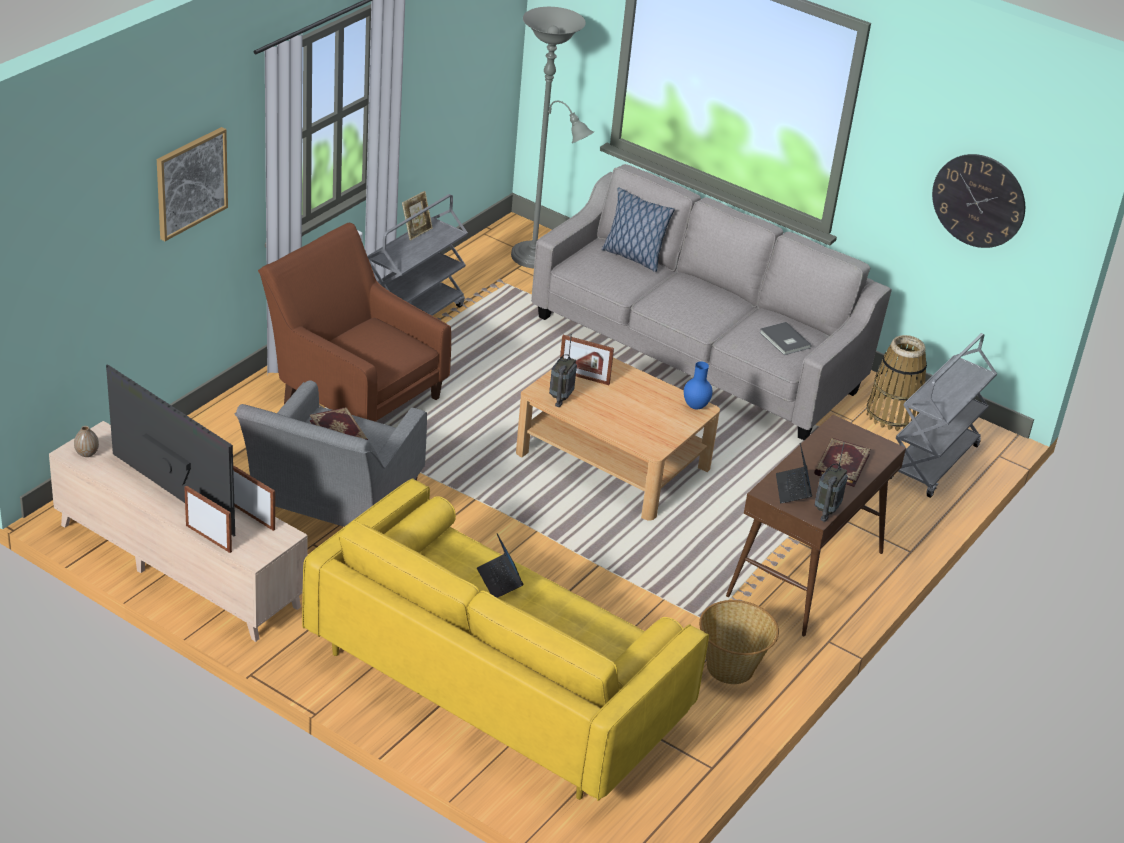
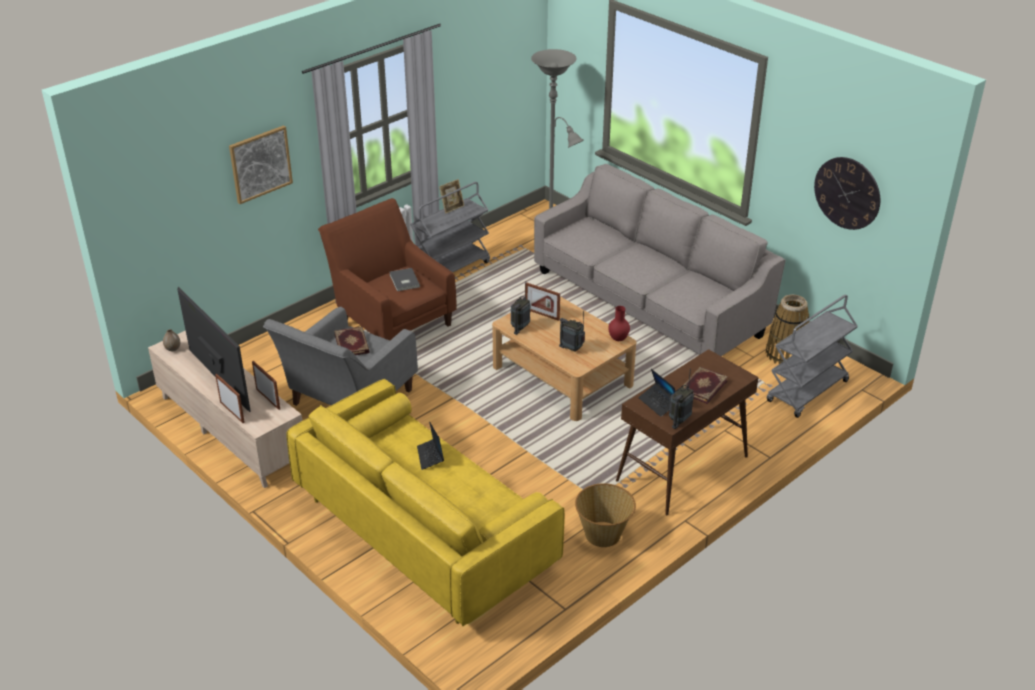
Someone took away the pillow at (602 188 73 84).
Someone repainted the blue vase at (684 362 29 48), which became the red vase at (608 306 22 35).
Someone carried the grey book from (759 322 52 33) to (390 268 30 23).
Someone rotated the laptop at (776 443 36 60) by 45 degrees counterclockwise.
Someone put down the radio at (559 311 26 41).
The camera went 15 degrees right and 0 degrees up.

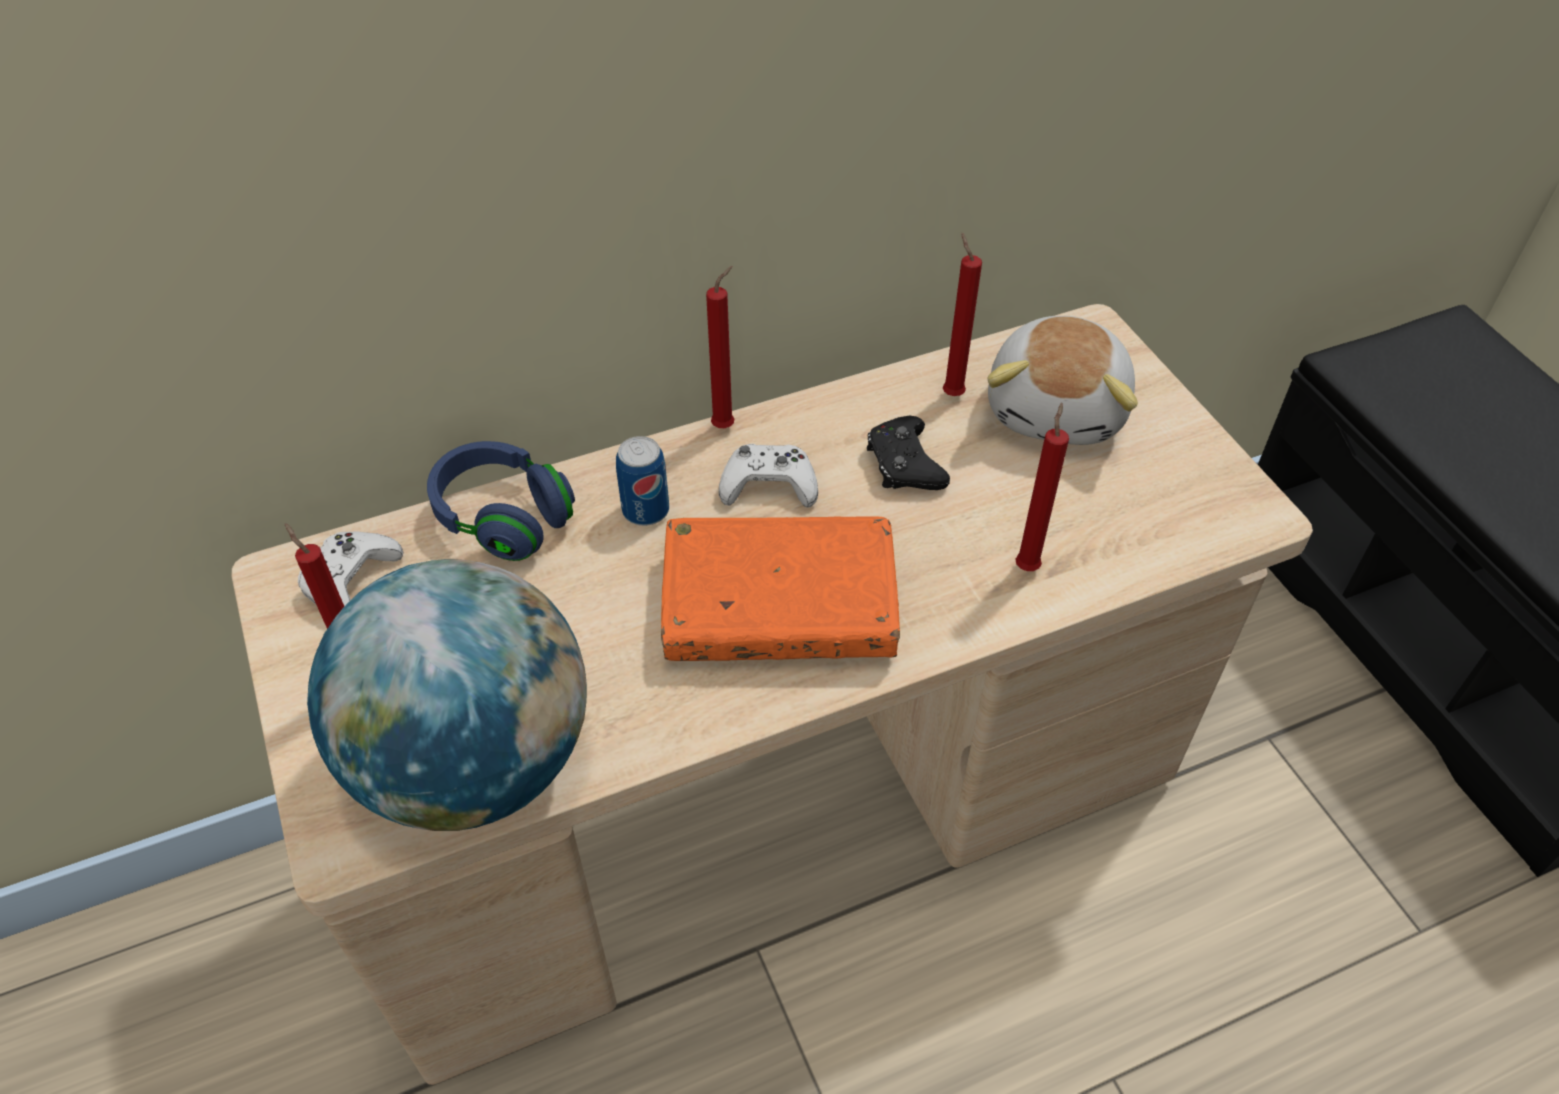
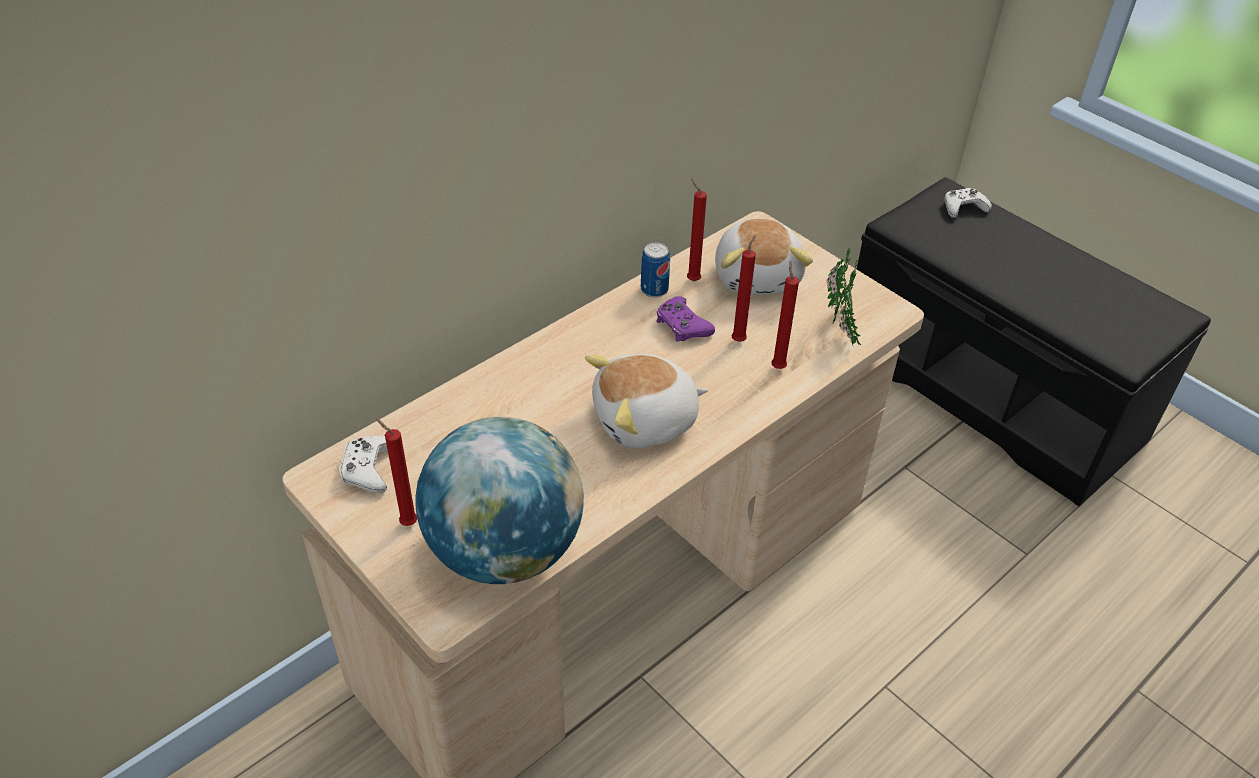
Someone took away the blue headphones at (427 441 148 120).
Someone carried the can from (616 436 53 90) to (641 243 29 54).
Someone swapped the orange book at (661 516 239 145) for the plush toy at (585 354 123 94).
Someone carried the red candle from (706 266 28 162) to (731 235 25 107).
Someone carried the white game controller from (719 444 99 63) to (945 188 47 30).
Someone repainted the black game controller at (867 415 83 75), which became the purple game controller at (656 296 59 46).
Someone put down the potted plant at (826 249 35 98).
The camera went 20 degrees left and 5 degrees down.

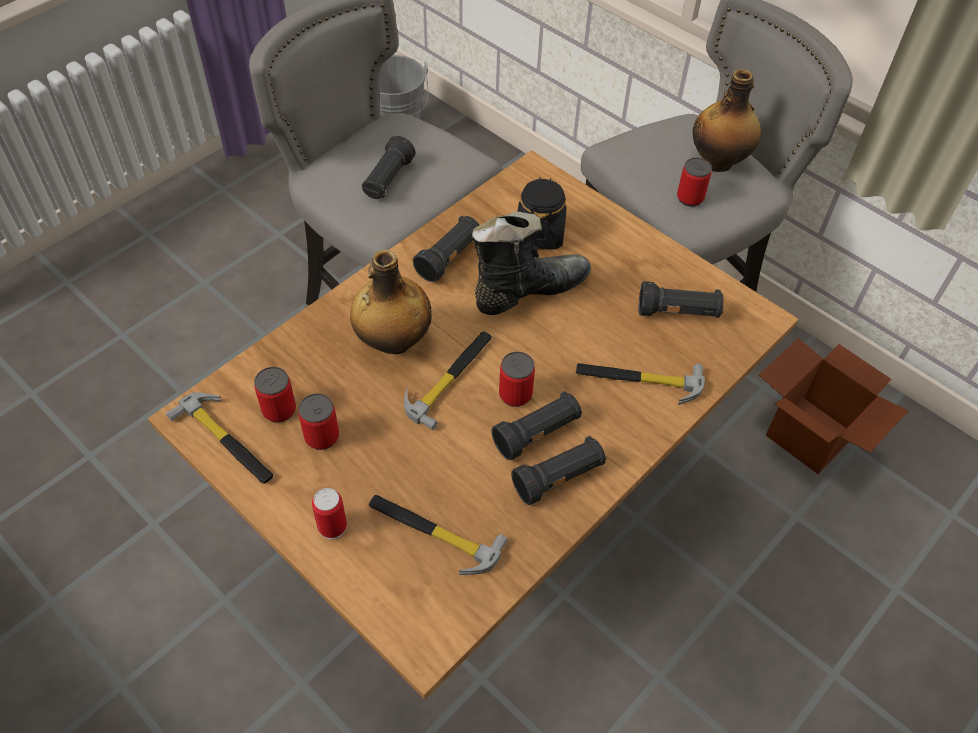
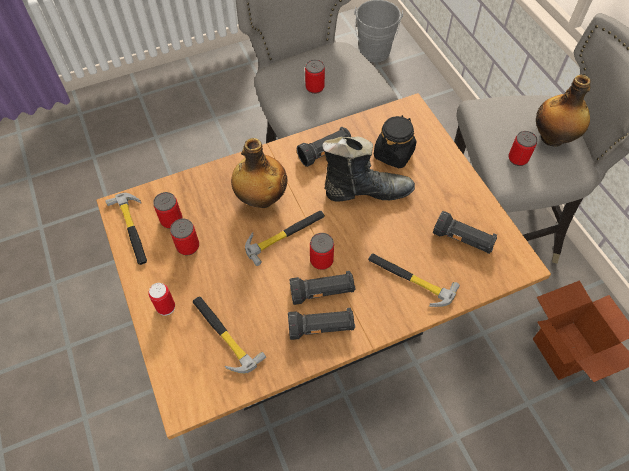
Someone swapped the black flashlight at (362 136 53 63) for the can at (305 60 20 34).
The camera went 25 degrees right and 5 degrees up.

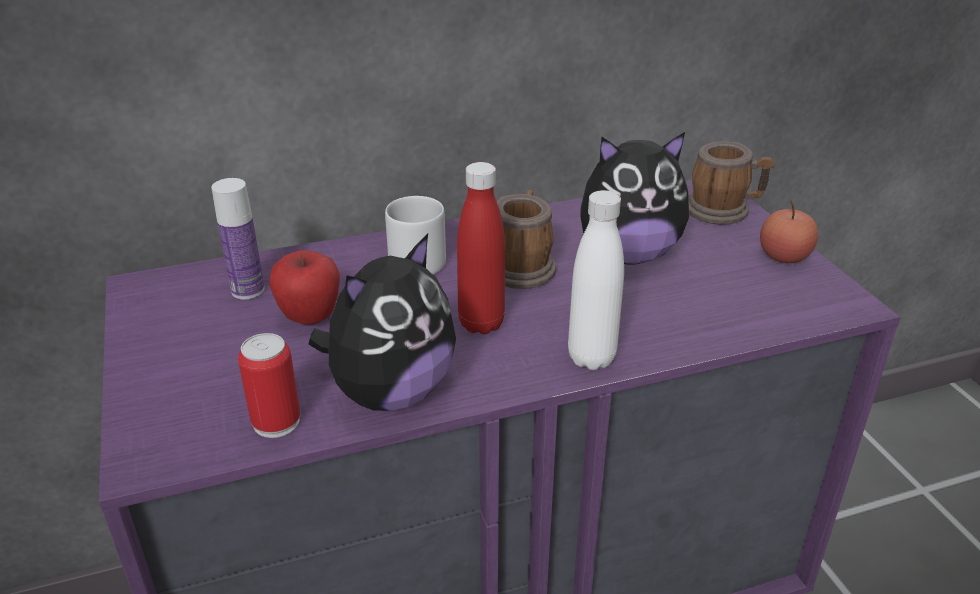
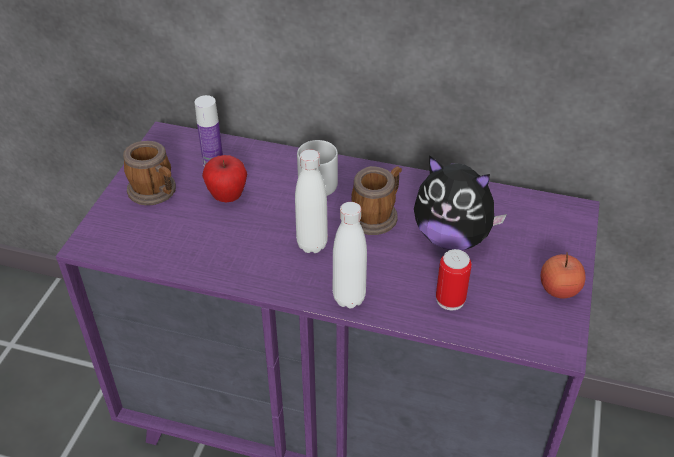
Someone carried the can from (238 333 62 105) to (436 249 36 61).
Someone took away the plush toy at (309 234 147 177).
Someone repainted the red bottle at (457 162 48 172), which became the white bottle at (295 149 33 104).
Someone carried the mug from (688 142 87 83) to (123 141 53 64).
The camera went 35 degrees right and 10 degrees up.

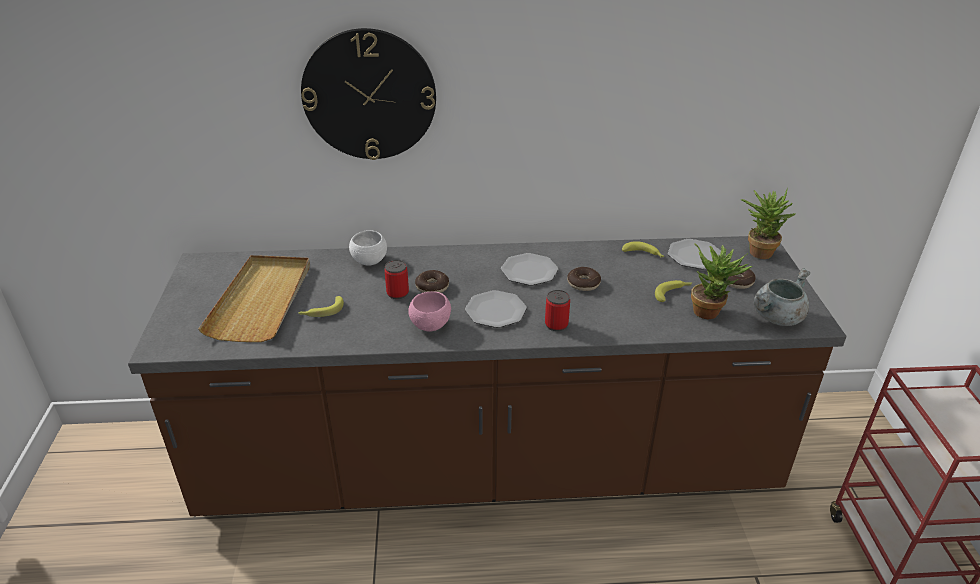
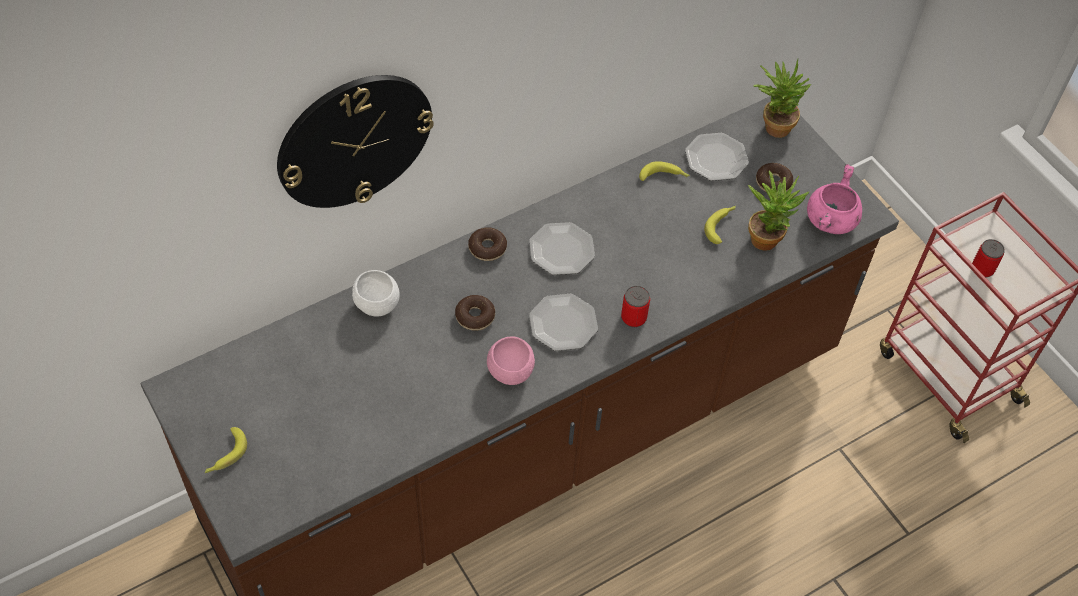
Someone took away the beige tray at (198 255 112 87).
Someone carried the banana from (298 296 46 21) to (205 427 42 46).
Someone carried the can from (384 260 25 39) to (972 239 33 39).
Someone carried the donut from (567 267 34 24) to (468 227 39 34).
Someone repainted the grey cooking pot at (754 268 56 58), which became the pink cooking pot at (807 164 55 70).
The camera went 30 degrees left and 20 degrees up.

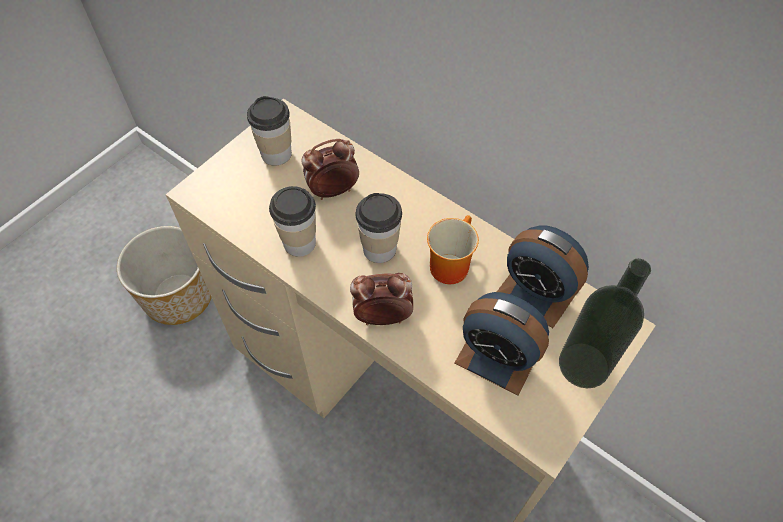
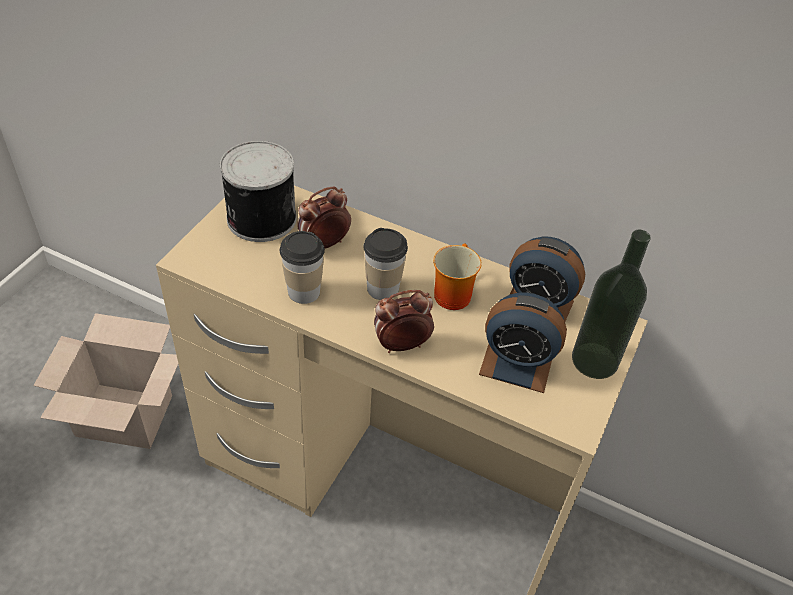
Someone swapped the planter at (117 226 95 99) for the cardboard box at (33 313 145 136).
Someone swapped the cup at (247 96 45 70) for the can at (220 141 77 101).
The camera went 15 degrees left and 10 degrees down.

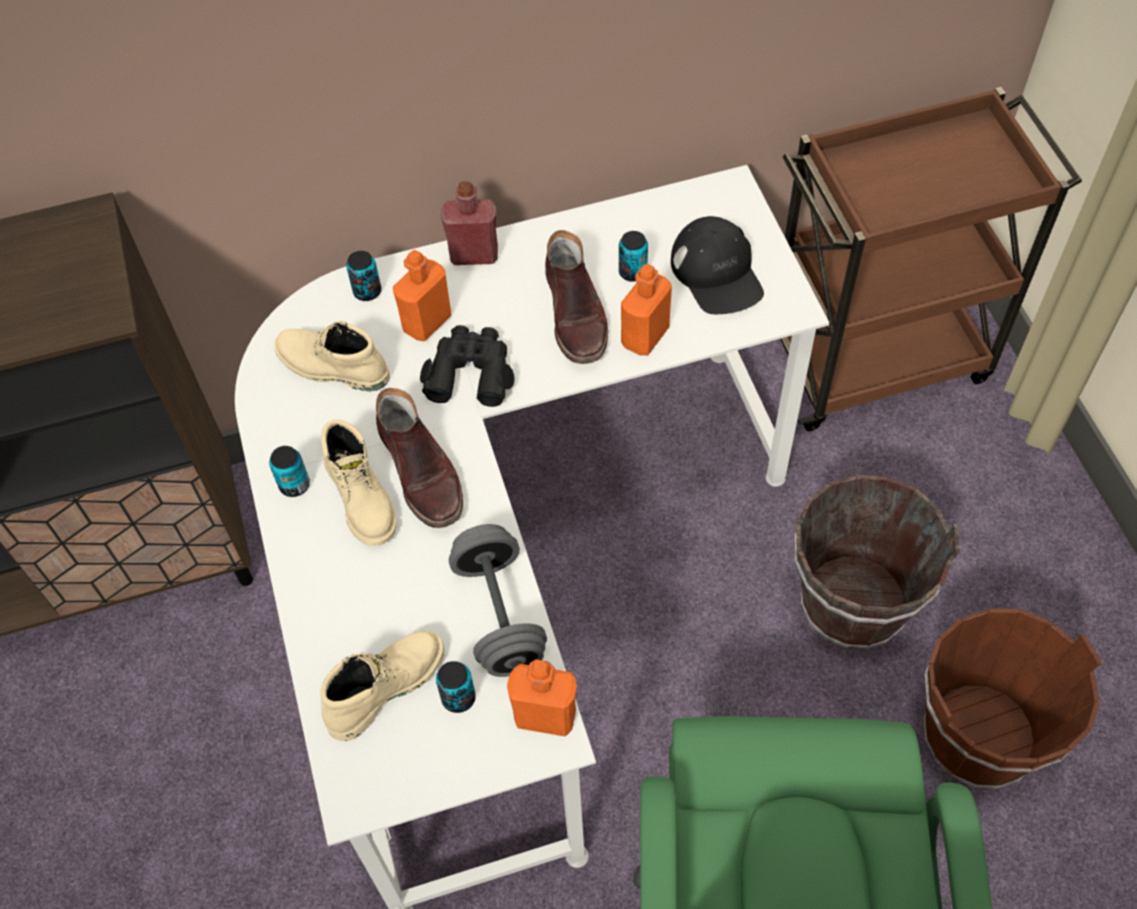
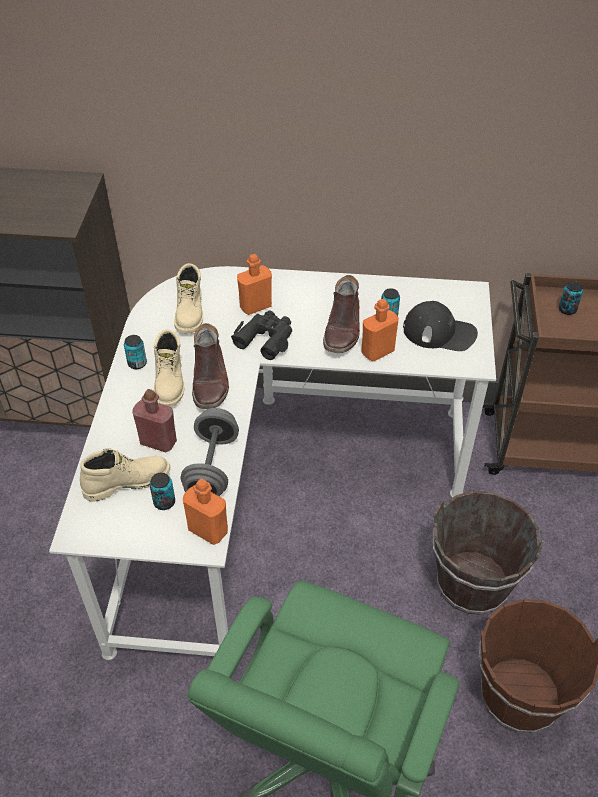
Someone rotated the beige boot at (274 321 116 70) by 135 degrees counterclockwise.
Someone carried the can from (346 251 35 50) to (559 281 24 34).
Someone carried the red bottle from (441 181 57 84) to (132 389 45 64).
Someone rotated the black cap at (671 216 93 98) by 75 degrees counterclockwise.
The camera went 20 degrees right and 10 degrees down.

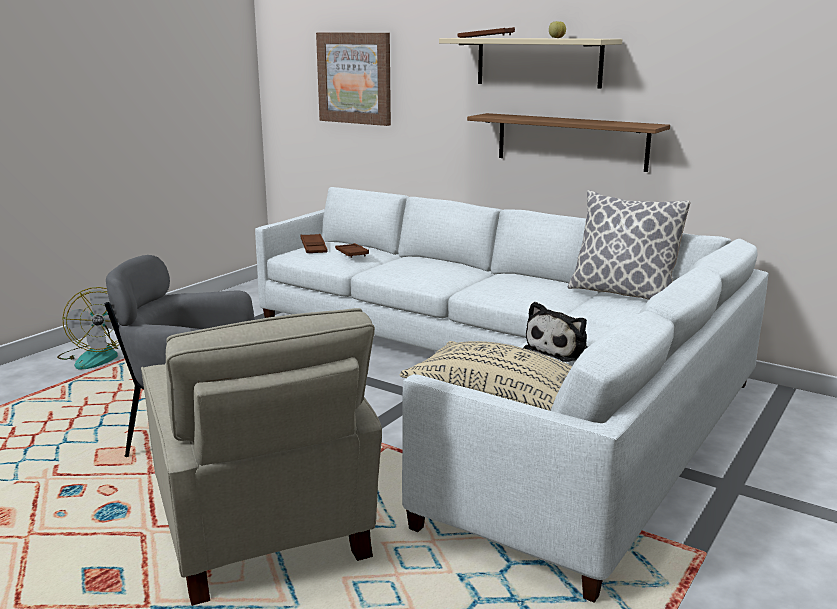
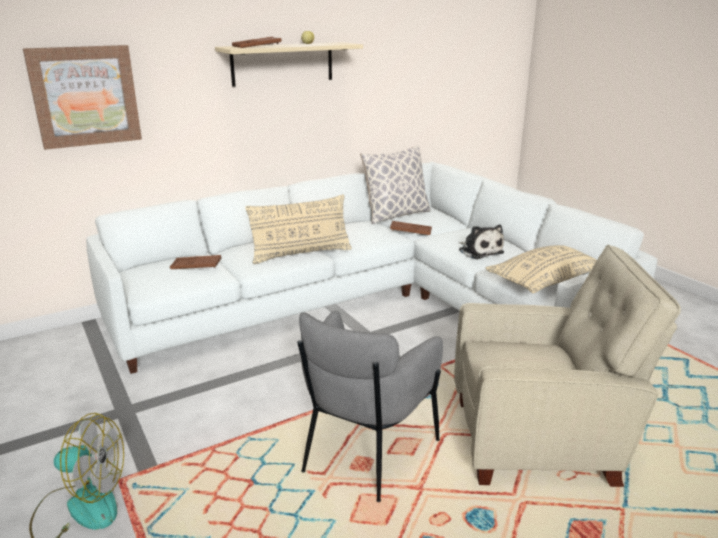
Someone carried the brown tray from (300 234 28 19) to (390 221 42 14).
Someone took away the shelf at (467 113 203 59).
Someone put down the beige pillow at (245 195 107 69).
The camera went 65 degrees left and 5 degrees up.

